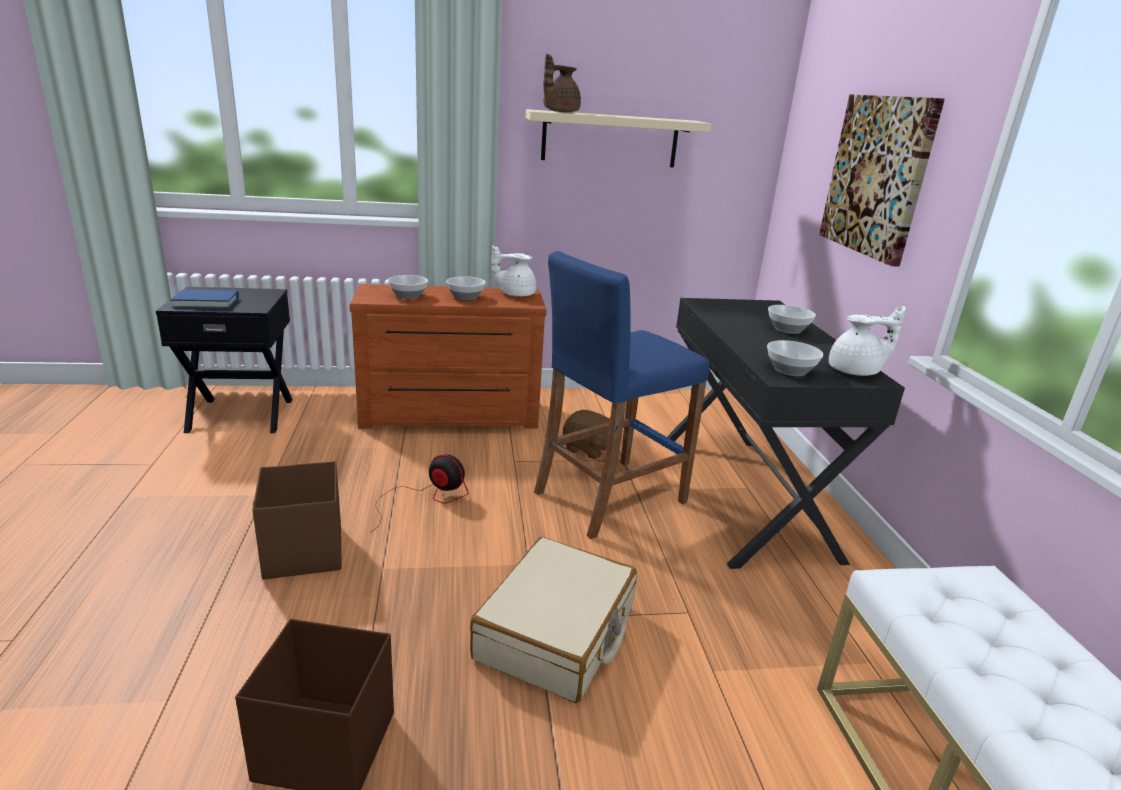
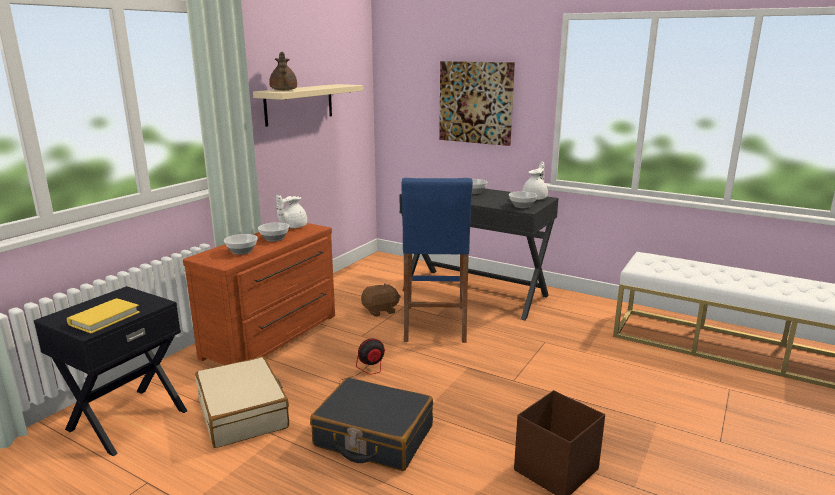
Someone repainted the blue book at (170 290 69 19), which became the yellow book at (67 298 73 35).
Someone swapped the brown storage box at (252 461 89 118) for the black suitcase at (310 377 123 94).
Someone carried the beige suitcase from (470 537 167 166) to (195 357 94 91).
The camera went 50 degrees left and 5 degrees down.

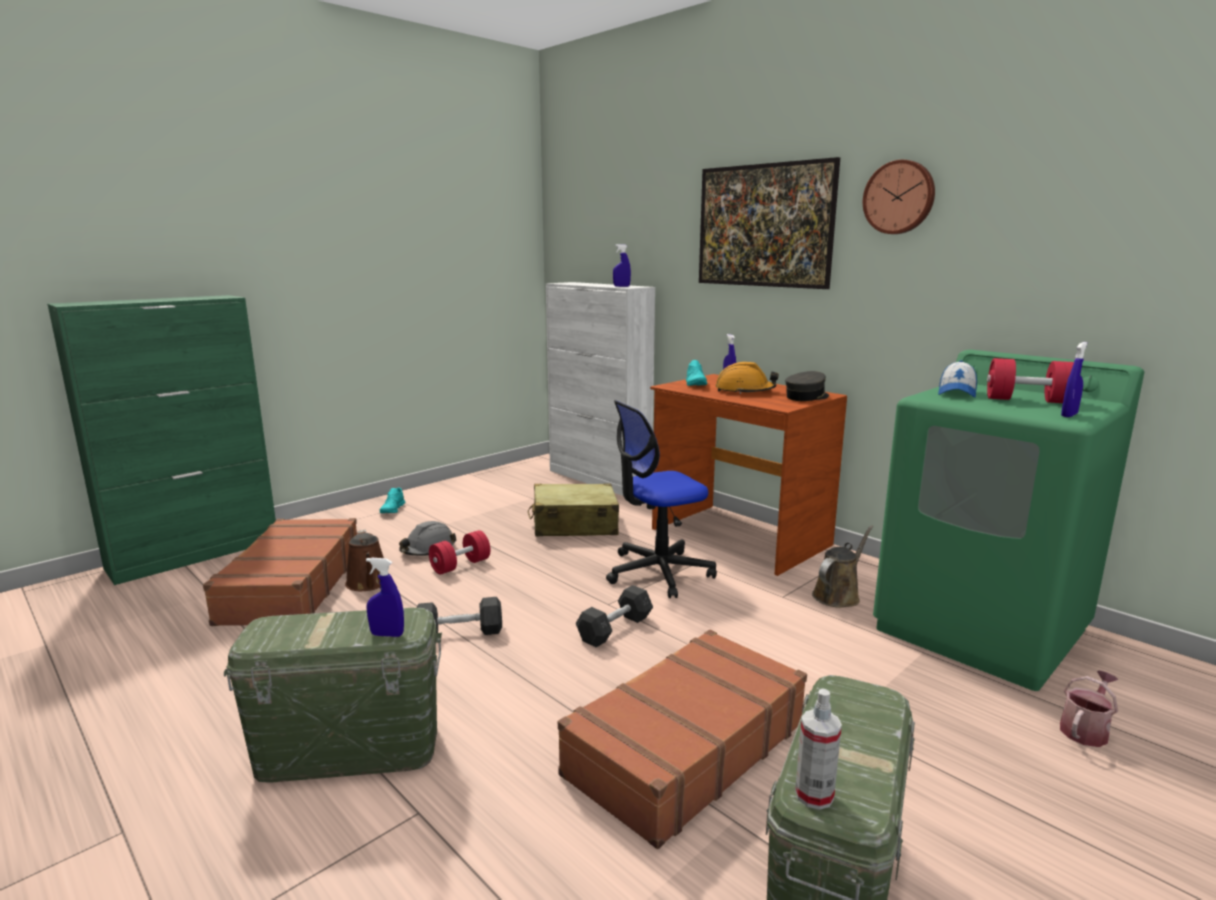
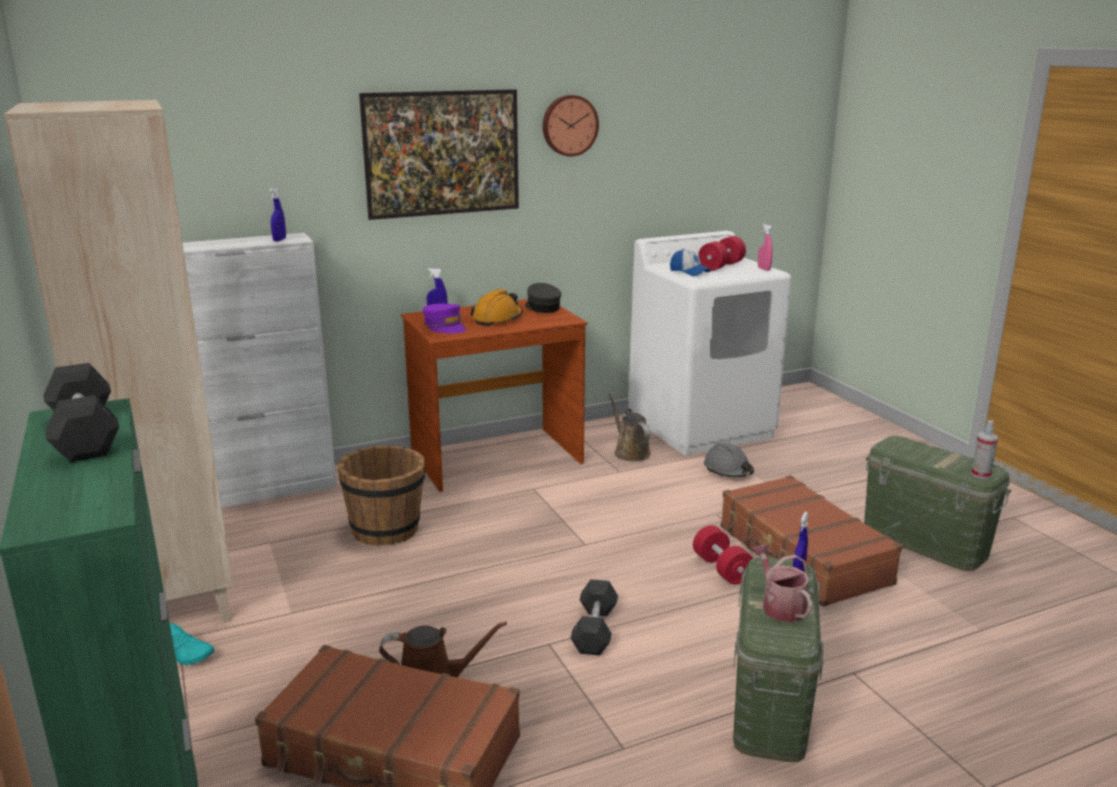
Someone carried the grey hard hat from (399 521 58 35) to (704 443 50 34).
Someone carried the red dumbbell from (429 530 61 45) to (693 525 60 59).
Someone swapped the beige suitcase at (528 483 91 53) for the brown bucket at (338 445 87 101).
Someone carried the grey dumbbell from (576 585 77 62) to (44 363 75 99).
Someone took away the office chair at (606 400 111 198).
Someone swapped the turquoise shoe at (686 360 21 26) for the purple cap at (422 304 44 30).
Someone repainted the green washing machine at (873 350 271 341), which became the white washing machine at (628 231 163 224).
Someone carried the watering can from (1060 670 59 77) to (752 544 61 78).
Someone repainted the blue spray bottle at (1061 342 27 75), which became the pink spray bottle at (758 224 15 47).
Someone put down the beige bookcase at (4 100 229 522).
The camera went 70 degrees left and 5 degrees up.

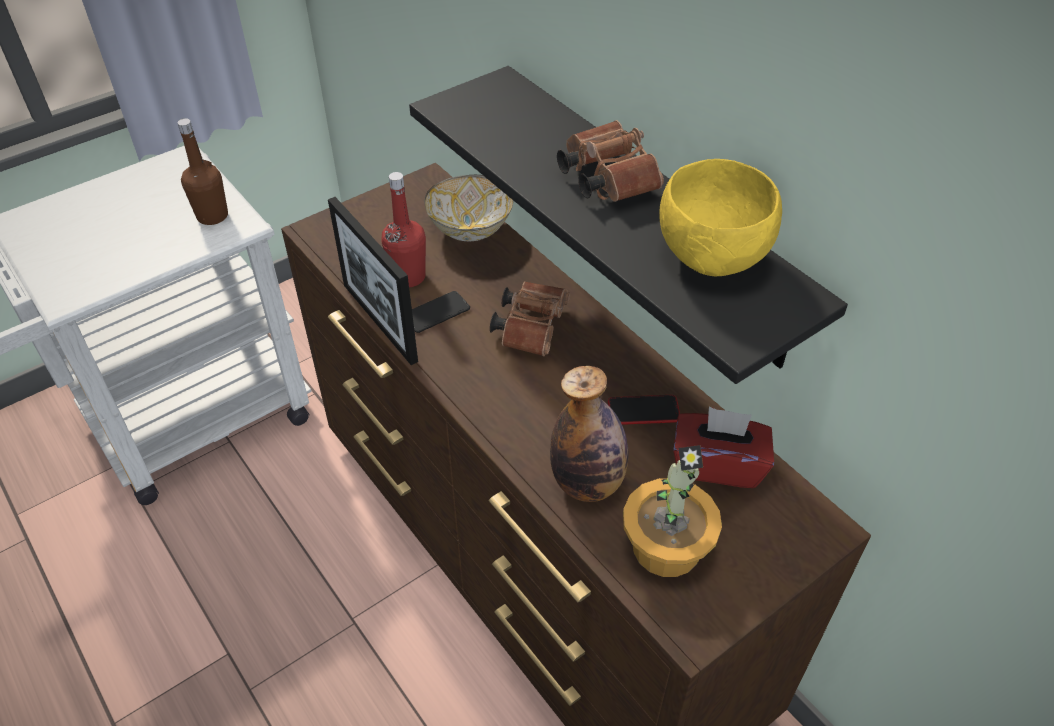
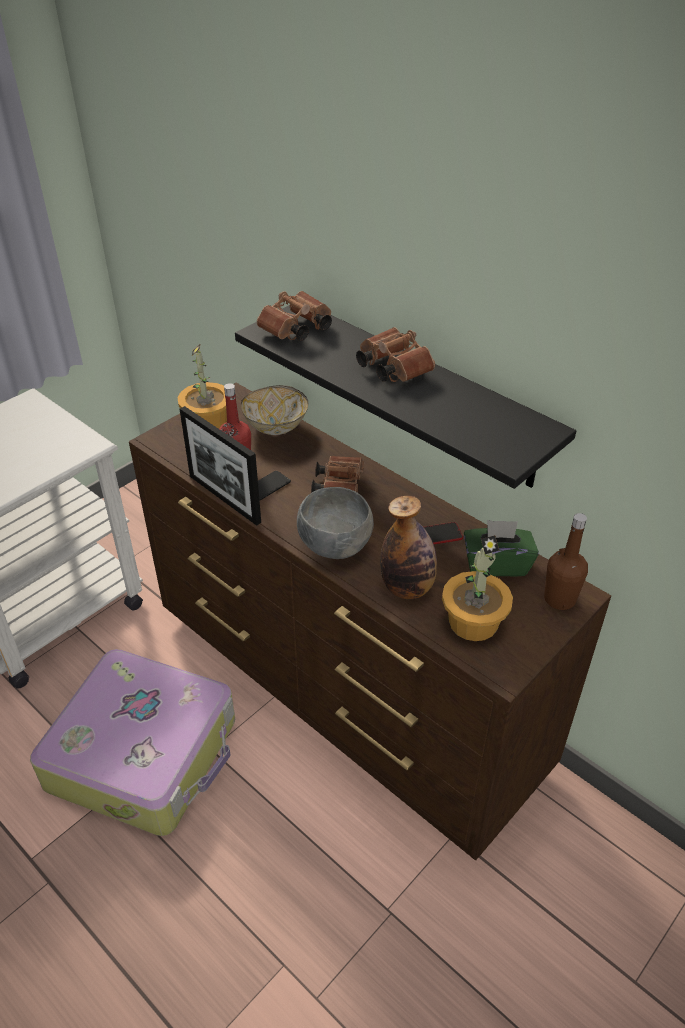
Someone carried the brown bottle from (178 118 50 107) to (544 513 44 97).
Someone took away the yellow bowl at (659 159 123 117).
Someone repainted the red tissue box at (673 407 101 81), which became the green tissue box at (464 520 75 57).
Someone put down the suitcase at (30 649 205 187).
Someone put down the potted plant at (177 343 50 86).
Someone put down the brown binoculars at (257 291 75 50).
Someone put down the grey bowl at (297 487 77 72).
The camera went 10 degrees left and 5 degrees down.

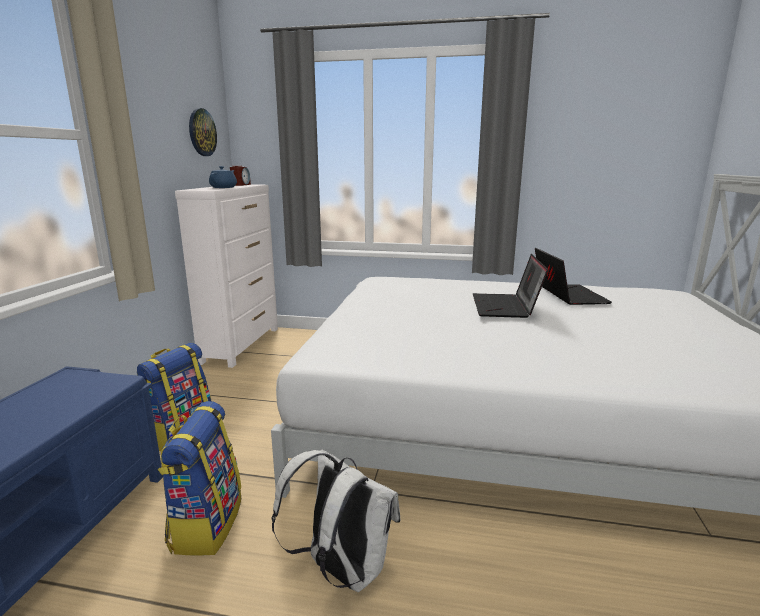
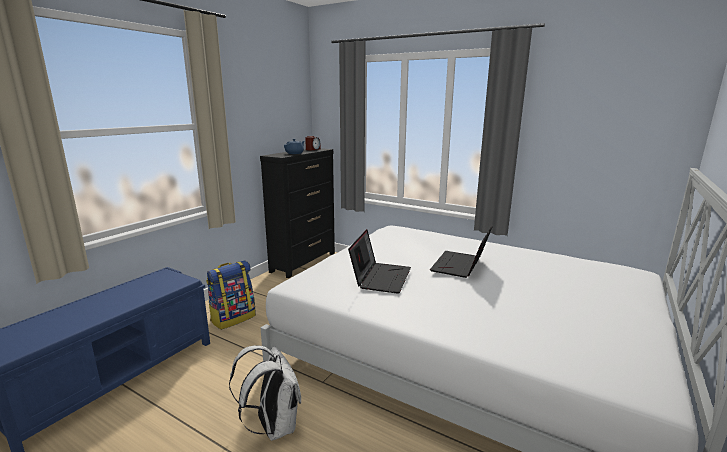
Someone took away the backpack at (157 401 84 154).
Someone repainted the white dresser at (175 184 103 184), which became the black dresser at (260 148 75 130).
Someone took away the wall clock at (189 108 28 48).
Someone carried the laptop from (535 248 77 57) to (348 229 63 65).
The camera went 20 degrees right and 0 degrees up.

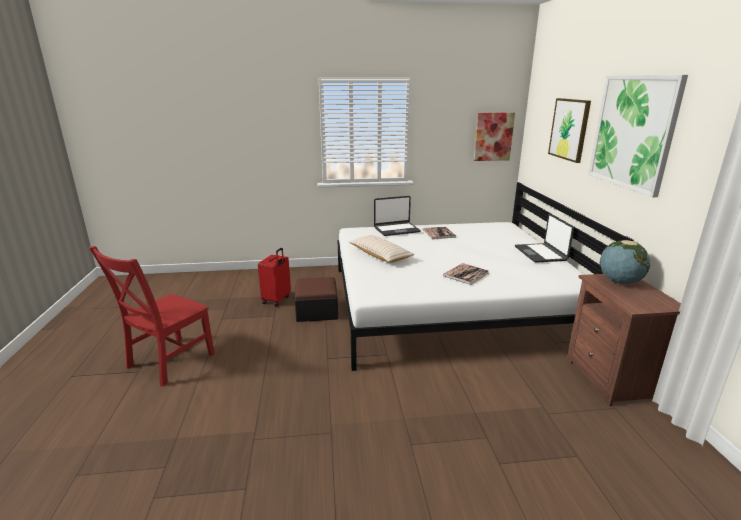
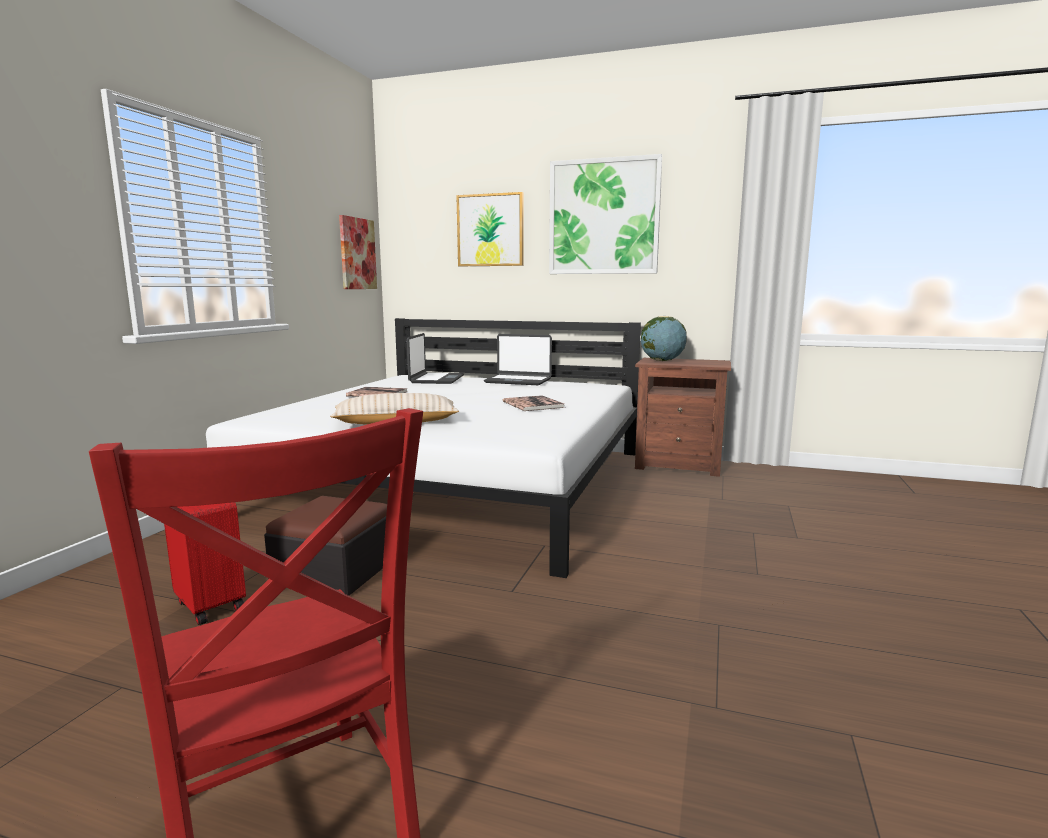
Someone carried the laptop from (374 196 47 40) to (406 333 58 51).
The camera went 65 degrees left and 10 degrees down.

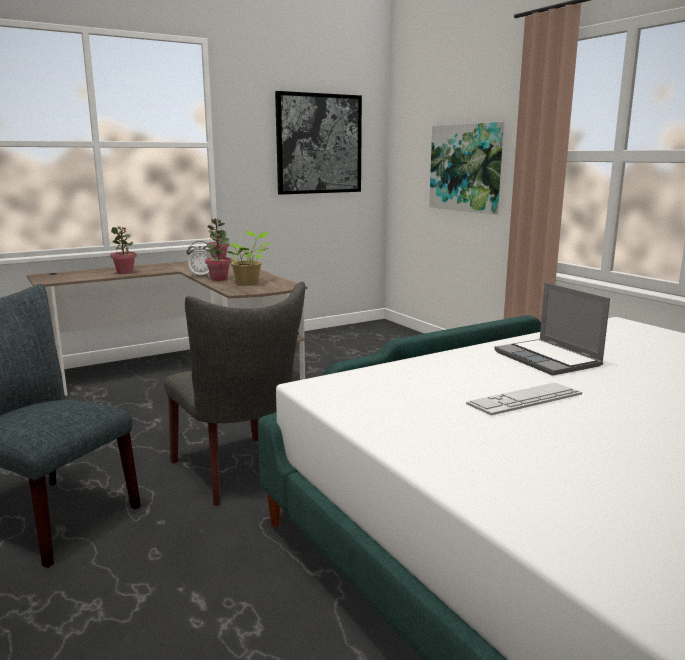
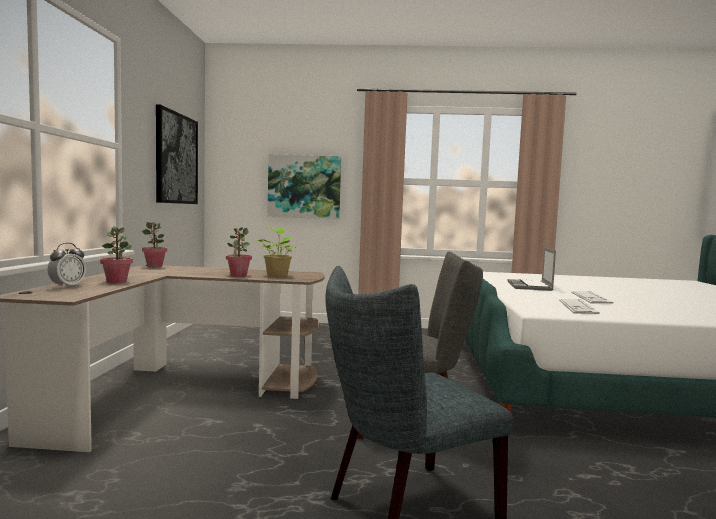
Someone carried the alarm clock from (187 241 25 36) to (48 243 38 46).
Someone rotated the laptop at (494 283 116 93) by 90 degrees clockwise.
Someone put down the keyboard at (559 299 41 15).
The camera went 55 degrees left and 10 degrees down.

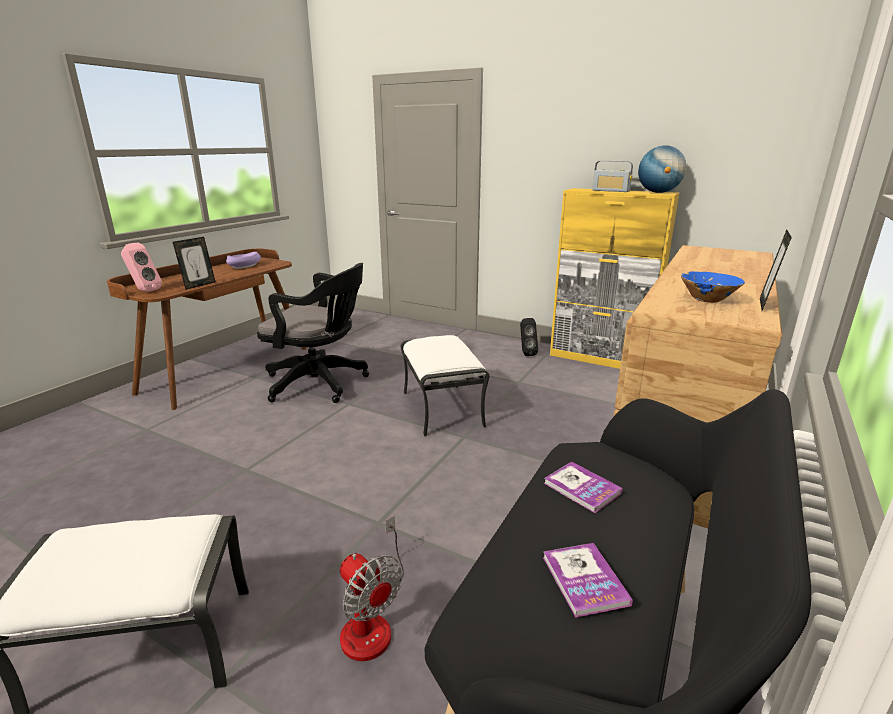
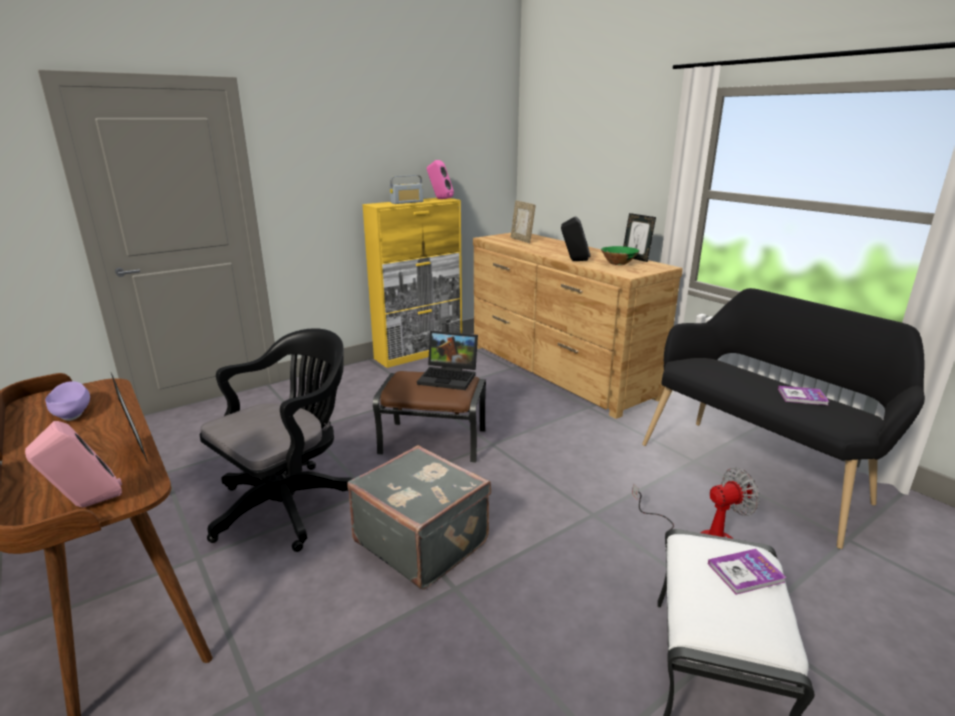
Someone repainted the white ottoman at (401 335 88 102), which became the brown ottoman at (373 371 113 92).
Someone carried the black speaker from (520 318 18 38) to (561 216 30 45).
Someone carried the book from (544 461 79 52) to (708 549 79 46).
Someone swapped the globe at (638 145 48 48) for the pink speaker at (427 160 27 39).
Someone repainted the blue bowl at (681 271 64 32), which became the green bowl at (601 246 39 19).
Someone put down the grey suitcase at (347 445 144 145).
Someone put down the laptop at (417 331 61 59).
Someone put down the picture frame at (511 200 25 43).
The camera went 65 degrees left and 0 degrees up.

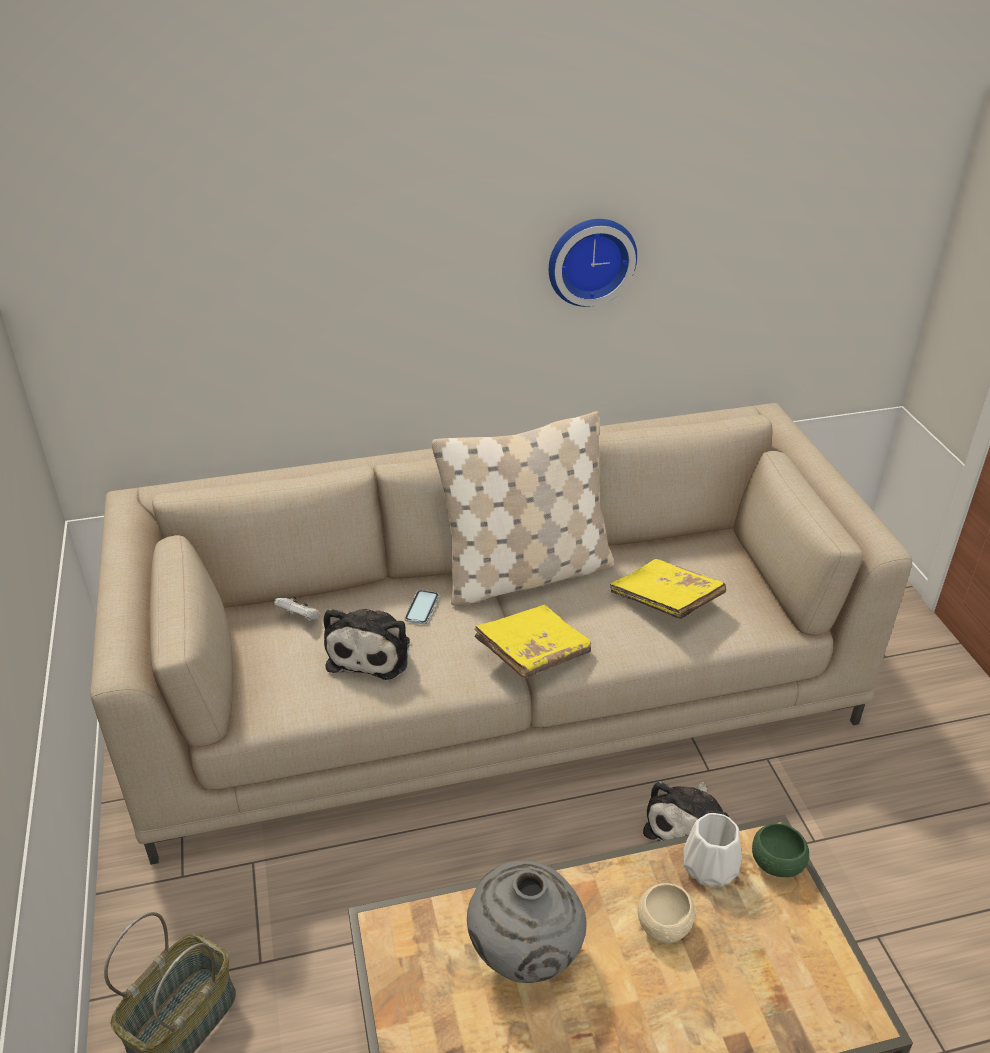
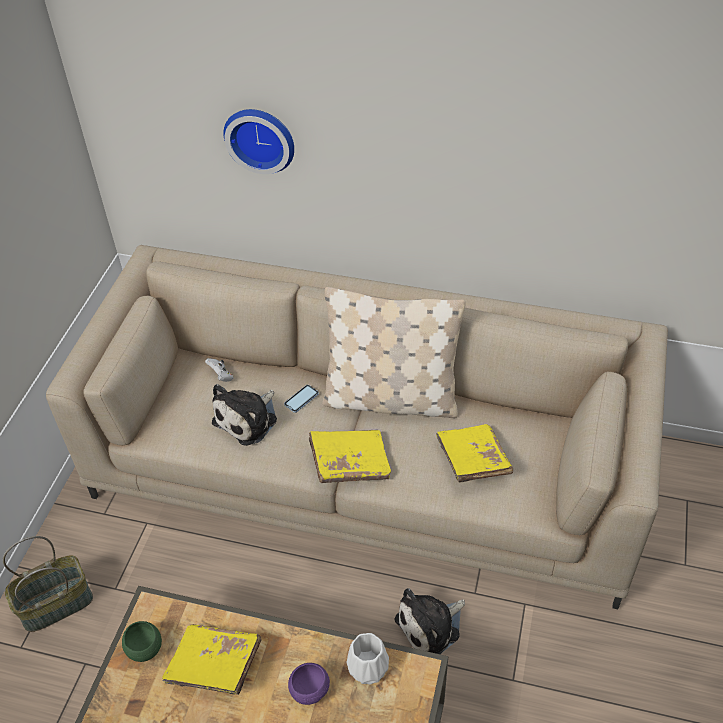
Someone swapped the grey vase at (467 861 119 122) for the yellow book at (162 624 99 71).
Someone carried the wall clock from (549 219 88 88) to (223 109 71 65).
Someone repainted the beige bowl at (638 883 57 60), which became the purple bowl at (288 663 42 42).
Someone carried the green bowl from (752 823 57 54) to (122 621 40 41).
The camera went 30 degrees right and 10 degrees up.

